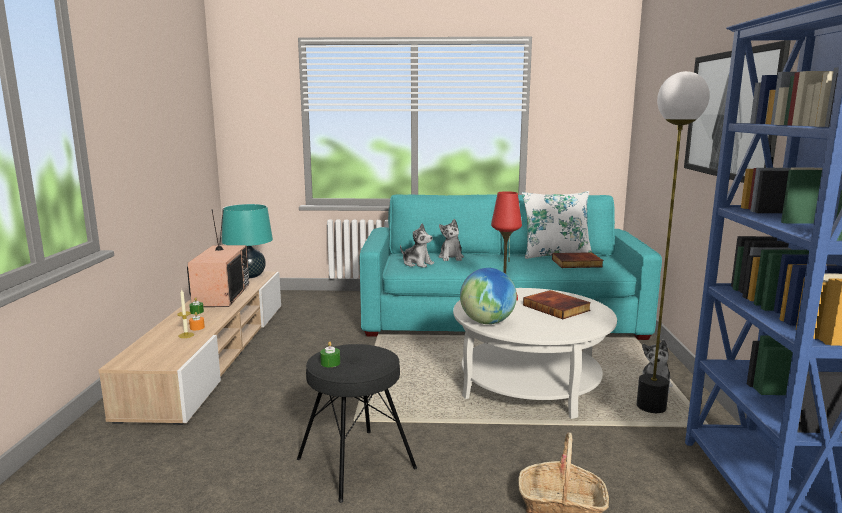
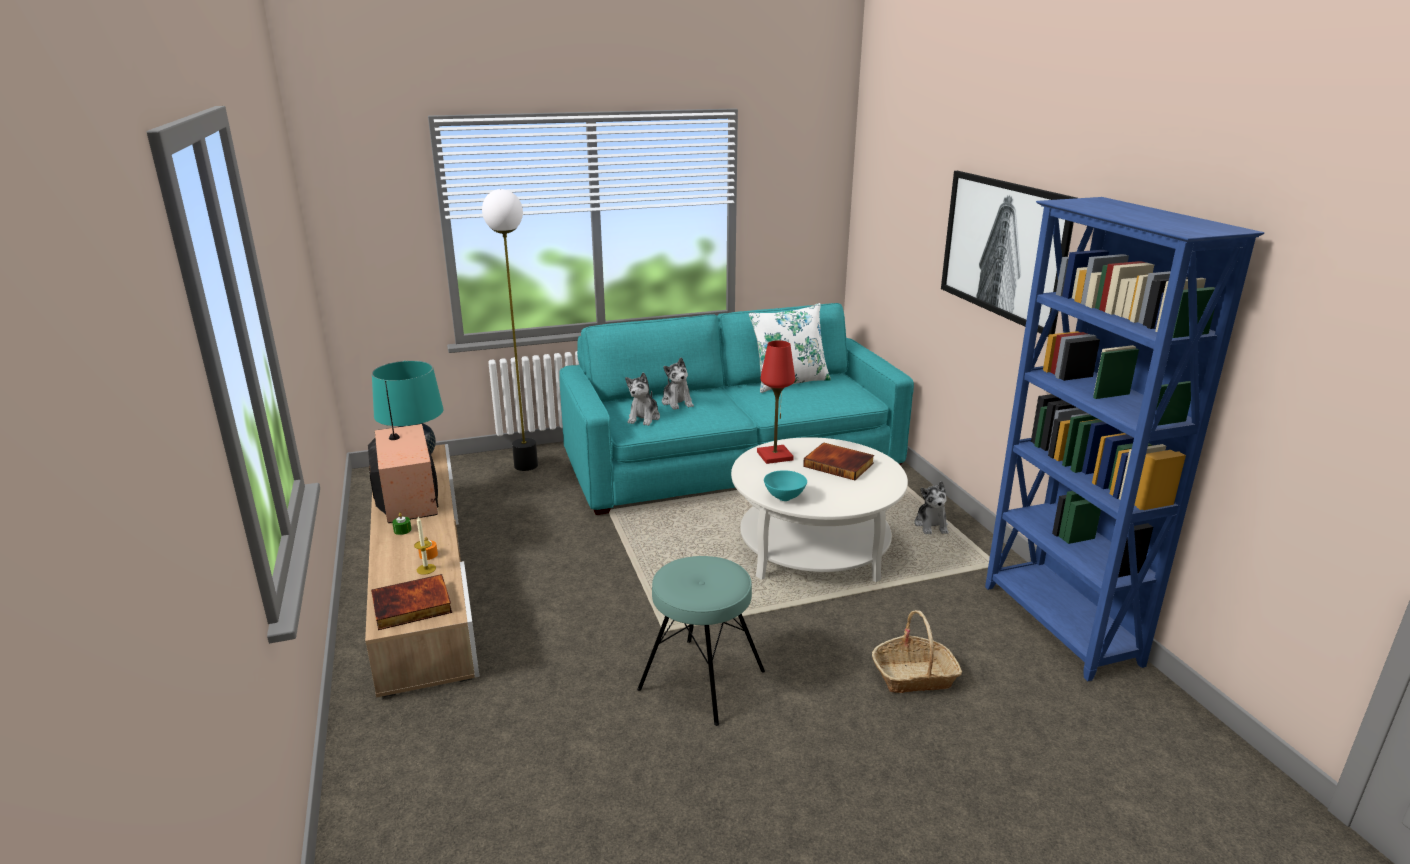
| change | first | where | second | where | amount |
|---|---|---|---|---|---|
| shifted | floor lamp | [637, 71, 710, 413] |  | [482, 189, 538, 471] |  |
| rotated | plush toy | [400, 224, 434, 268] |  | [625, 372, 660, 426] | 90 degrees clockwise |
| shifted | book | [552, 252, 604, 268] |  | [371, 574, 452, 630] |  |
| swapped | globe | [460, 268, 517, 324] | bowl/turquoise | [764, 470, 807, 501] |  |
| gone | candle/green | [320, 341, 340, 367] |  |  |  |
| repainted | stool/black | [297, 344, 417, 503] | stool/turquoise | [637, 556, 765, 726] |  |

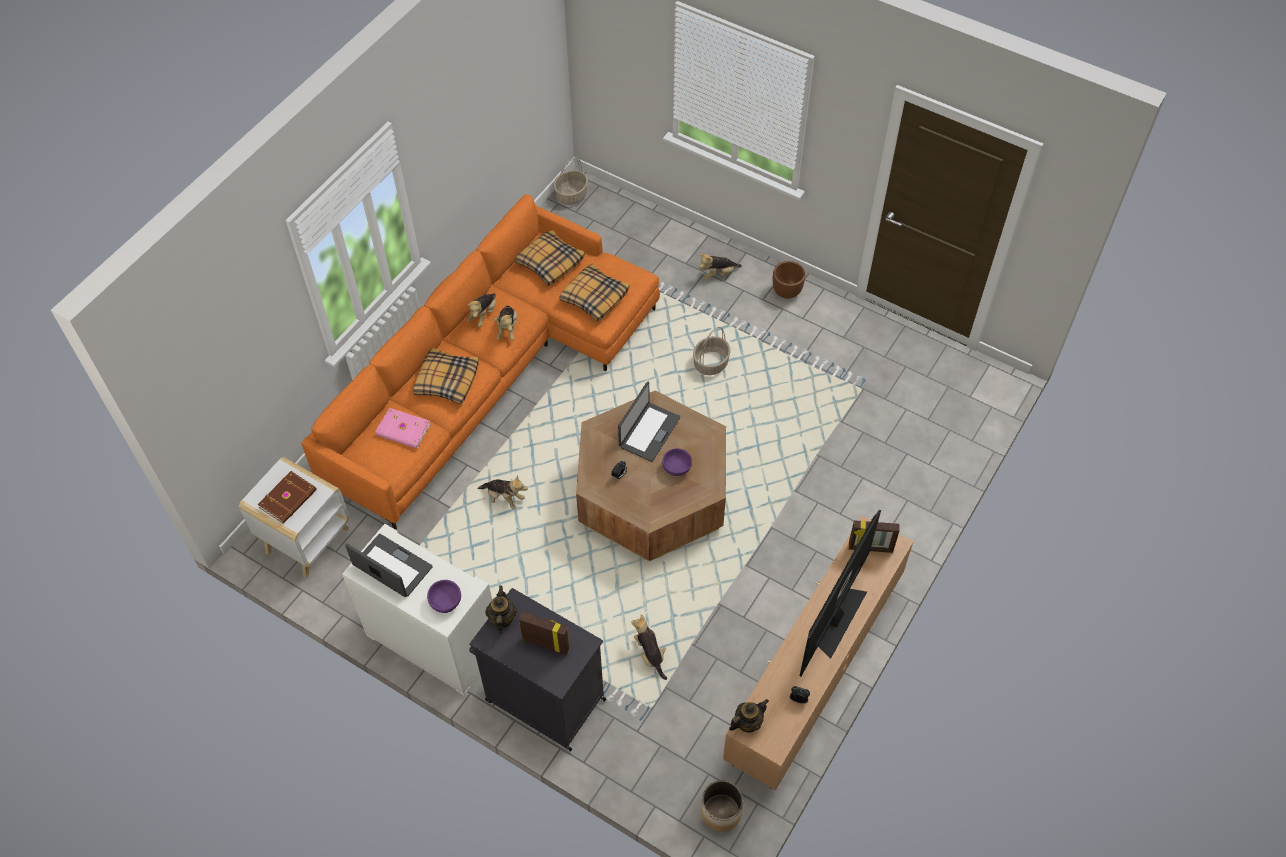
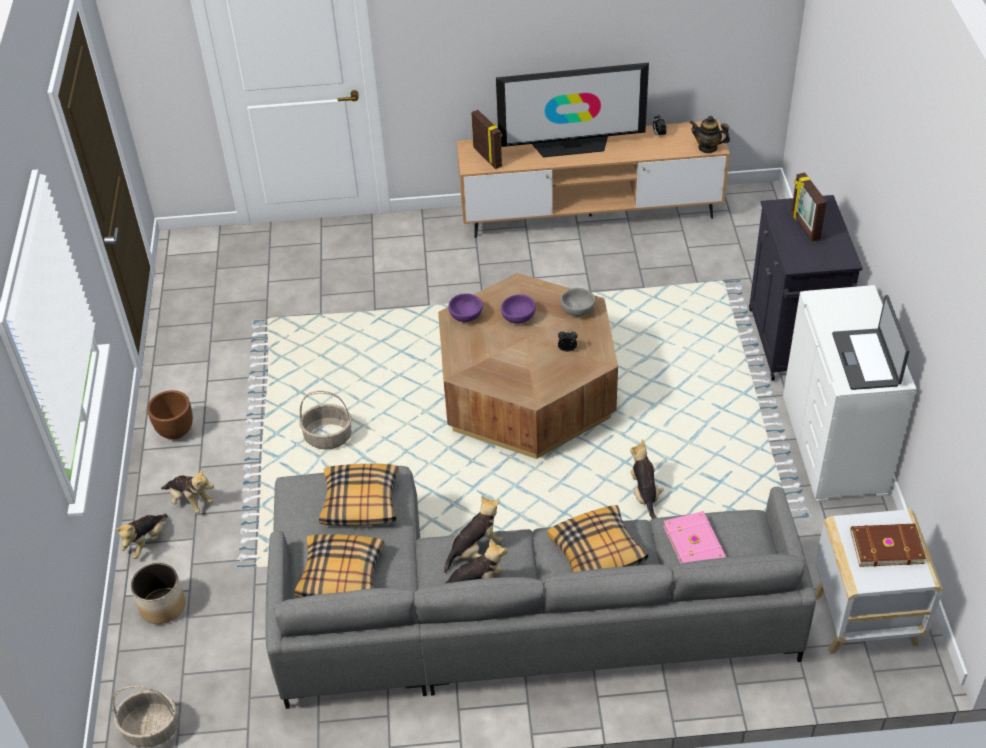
| change | first | where | second | where | amount |
|---|---|---|---|---|---|
| repainted | sofa/orange | [301, 194, 660, 530] | sofa/grey | [265, 466, 816, 709] |  |
| gone | laptop | [618, 382, 681, 462] |  |  |  |
| shifted | bowl/purple | [427, 580, 461, 613] |  | [448, 293, 483, 322] |  |
| gone | teapot | [485, 586, 517, 634] |  |  |  |
| shifted | plush toy | [631, 614, 667, 680] |  | [115, 514, 168, 559] |  |
| shifted | planter | [701, 780, 743, 832] |  | [131, 563, 186, 624] |  |
| new |  |  | bowl/grey | [561, 288, 595, 317] |  |

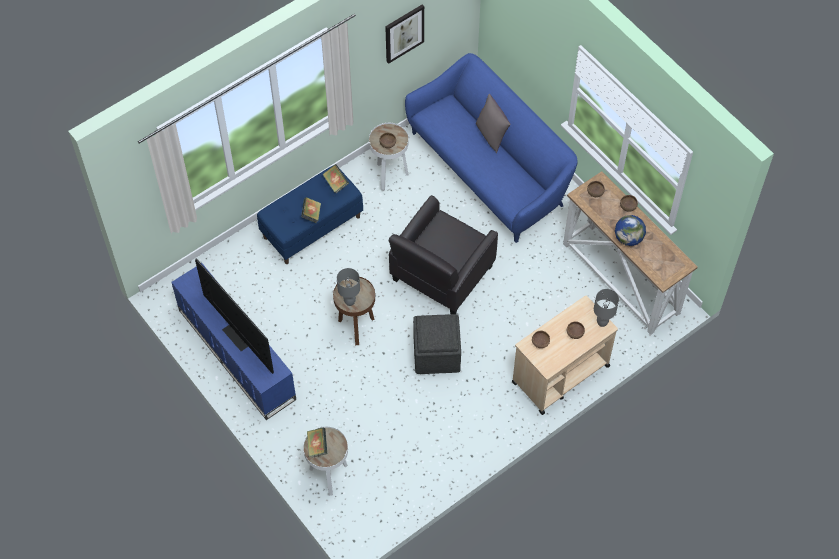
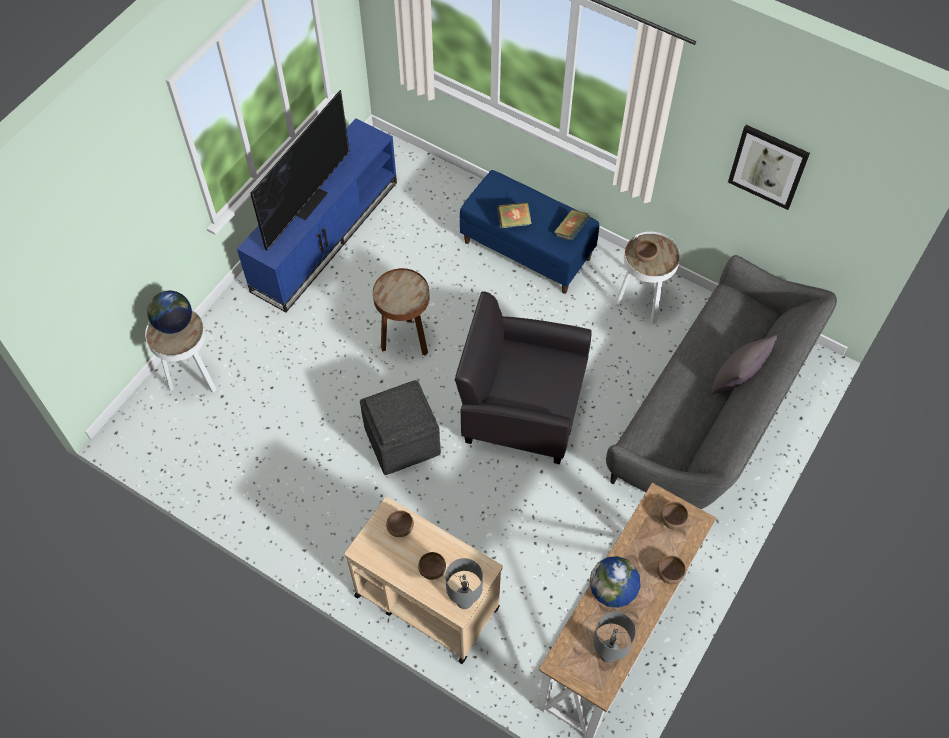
| change | first | where | second | where | amount |
|---|---|---|---|---|---|
| repainted | sofa/blue | [405, 53, 577, 243] | sofa/grey | [606, 255, 837, 509] |  |
| shifted | table lamp/grey | [337, 268, 360, 306] |  | [593, 612, 636, 663] |  |
| swapped | book | [307, 428, 328, 458] | globe | [147, 291, 192, 334] |  |

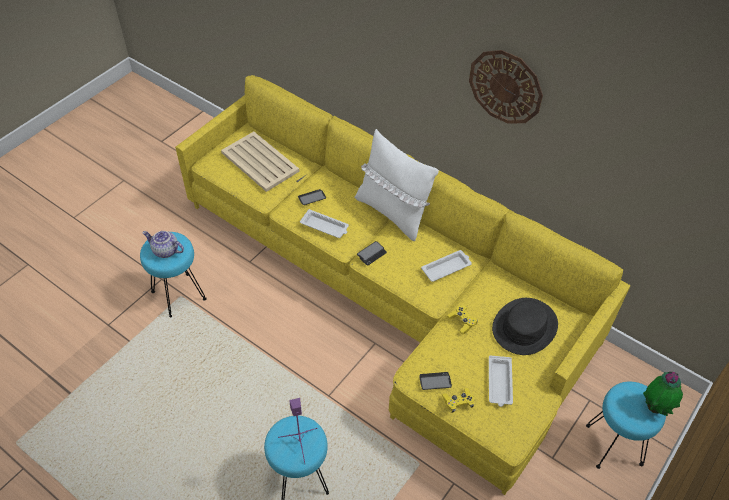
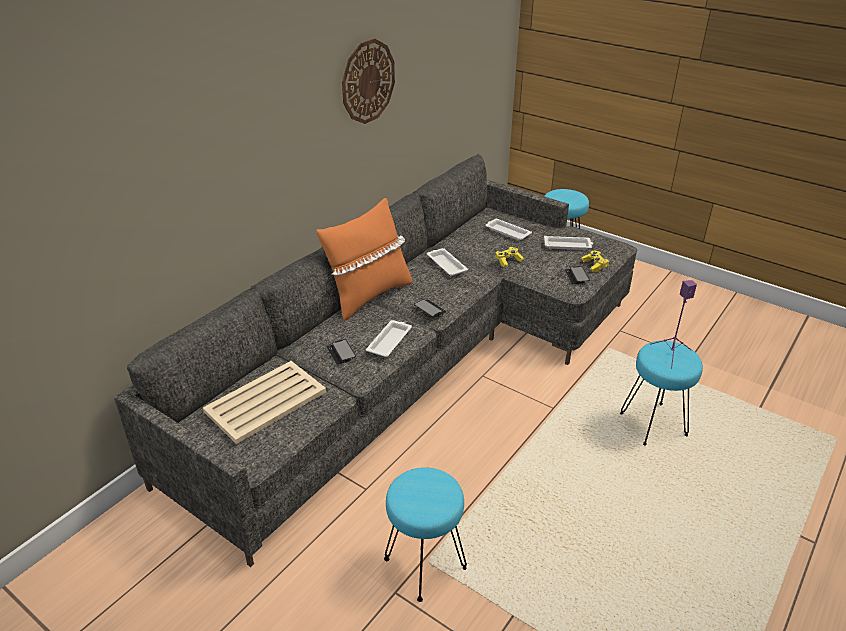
| change | first | where | second | where | amount |
|---|---|---|---|---|---|
| repainted | sofa/yellow | [175, 75, 630, 495] | sofa/grey | [114, 154, 638, 567] |  |
| repainted | pillow/white | [355, 129, 439, 241] | pillow/orange | [317, 198, 412, 321] |  |
| gone | teapot | [142, 231, 184, 258] |  |  |  |
| swapped | hat/black | [492, 298, 558, 355] | tray/white | [485, 219, 532, 240] |  |
| gone | potted plant | [643, 372, 683, 416] |  |  |  |

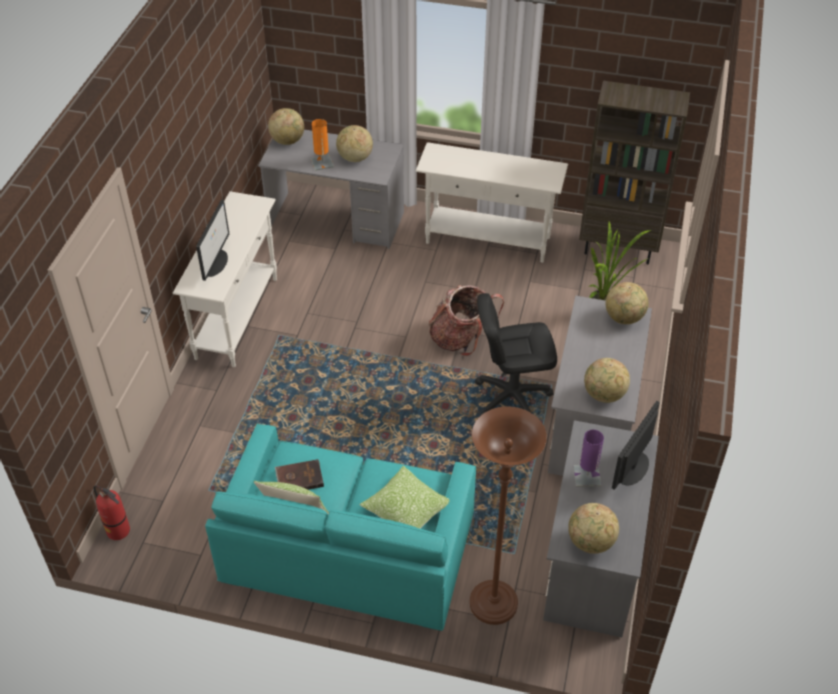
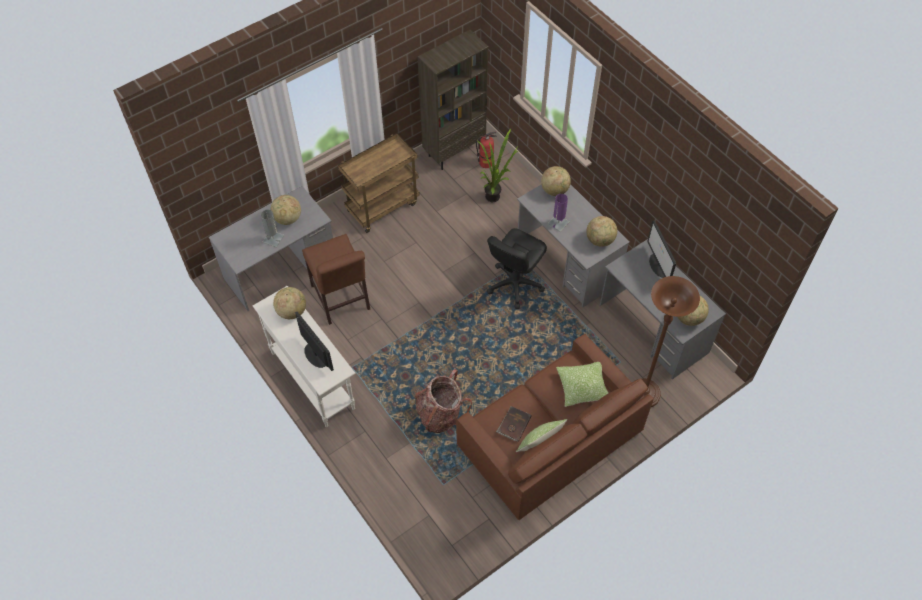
| change | first | where | second | where | amount |
|---|---|---|---|---|---|
| shifted | globe | [268, 108, 304, 145] |  | [273, 287, 306, 319] |  |
| repainted | table lamp/orange | [311, 119, 334, 171] | table lamp/grey | [261, 210, 284, 247] |  |
| swapped | console table/white | [416, 142, 568, 263] | cart/brown | [338, 133, 420, 233] |  |
| shifted | backpack | [429, 285, 504, 356] |  | [415, 369, 472, 433] |  |
| repainted | sofa/turquoise | [205, 423, 476, 631] | sofa/brown | [456, 334, 654, 520] |  |
| shifted | table lamp/purple | [573, 430, 604, 487] |  | [548, 194, 570, 232] |  |
| shifted | fire extinguisher | [93, 485, 130, 540] |  | [476, 132, 497, 168] |  |
| new |  |  | chair/brown | [302, 234, 370, 325] |  |

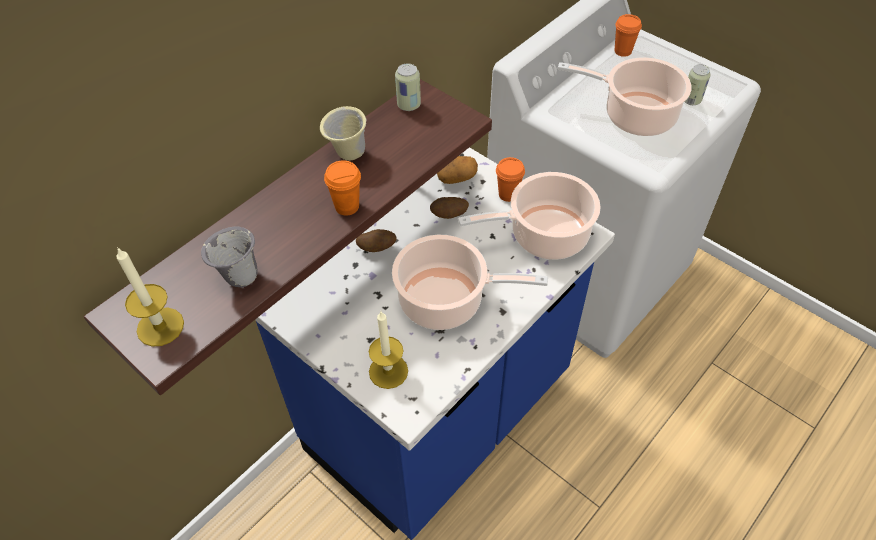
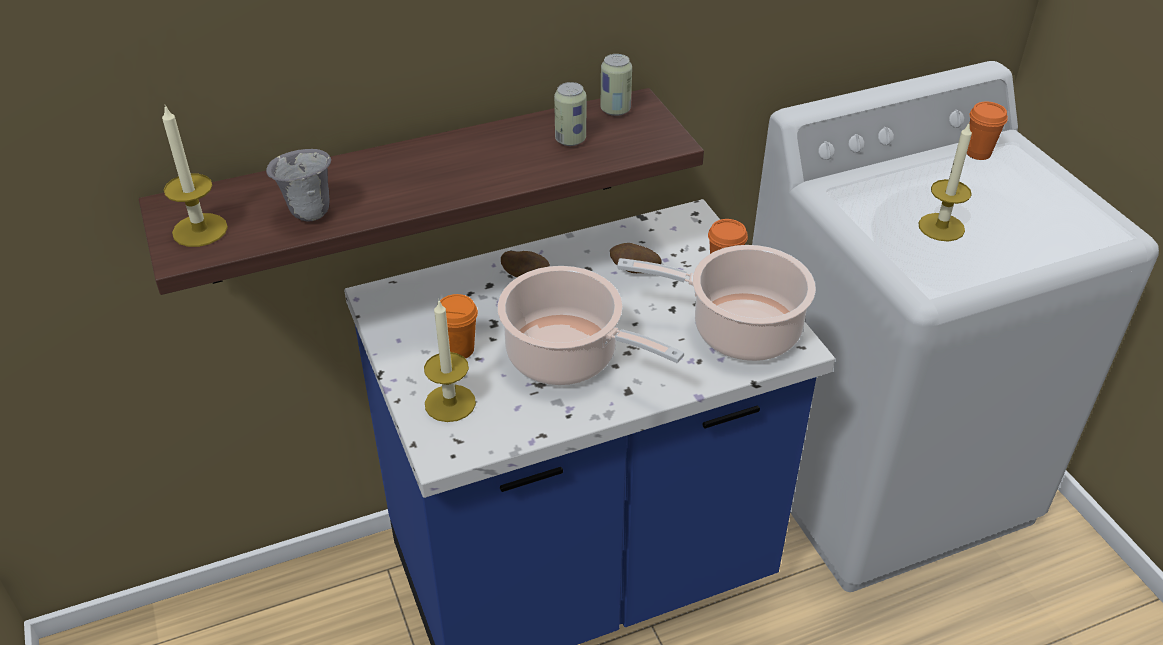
| change | first | where | second | where | amount |
|---|---|---|---|---|---|
| swapped | cooking pot | [558, 57, 692, 136] | candle | [918, 122, 972, 241] |  |
| shifted | can | [685, 64, 710, 105] |  | [554, 82, 586, 146] |  |
| gone | mug/beige | [320, 106, 367, 161] |  |  |  |
| gone | potato | [437, 156, 478, 184] |  |  |  |
| shifted | cup/orange | [324, 160, 361, 216] |  | [440, 294, 478, 358] |  |

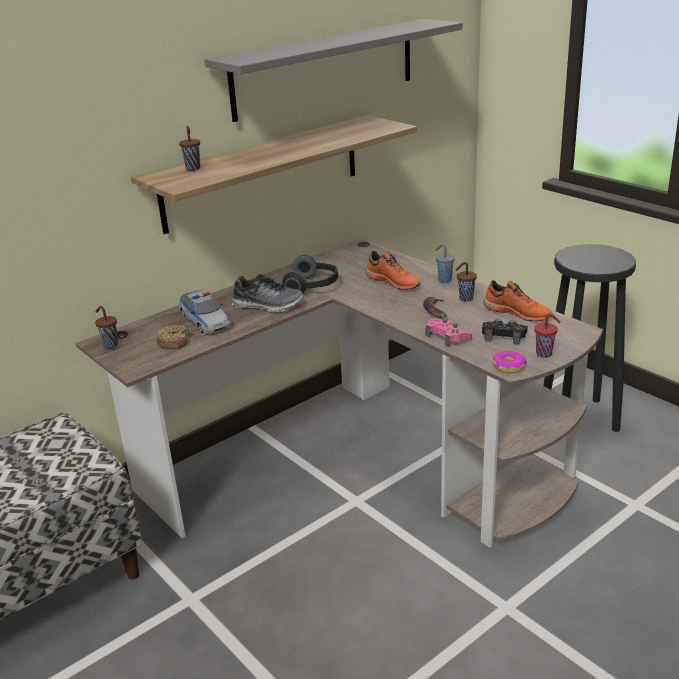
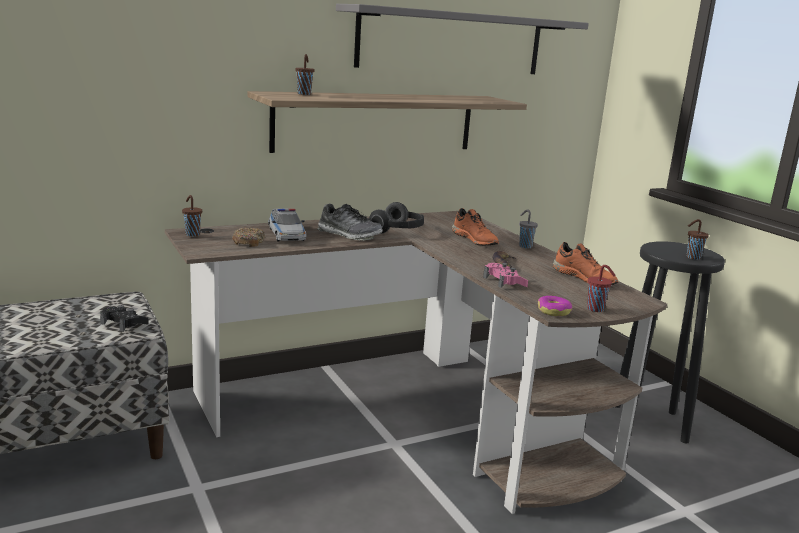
| change | first | where | second | where | amount |
|---|---|---|---|---|---|
| shifted | cup/brown | [455, 262, 477, 302] |  | [687, 219, 709, 260] |  |
| shifted | game controller/black | [482, 319, 528, 344] |  | [100, 305, 149, 332] |  |

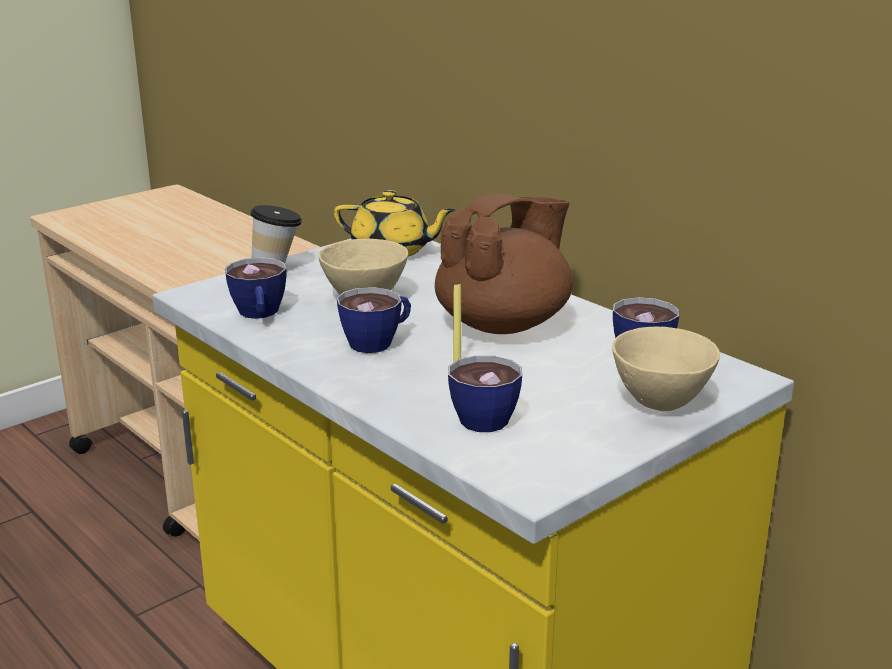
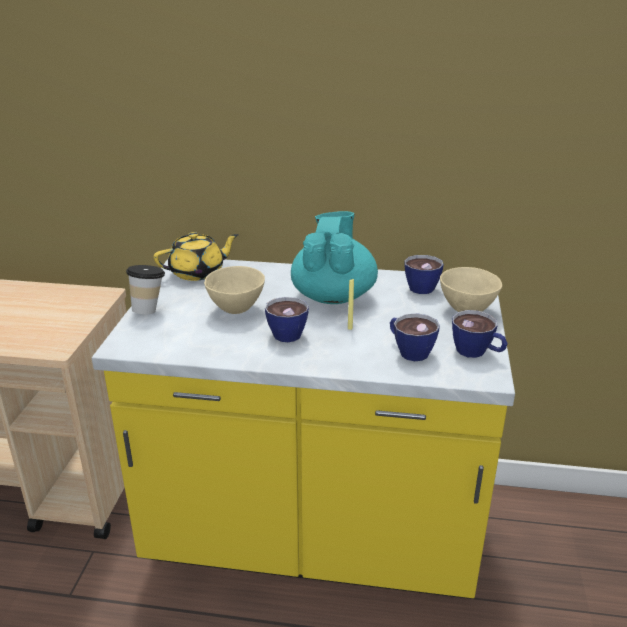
| change | first | where | second | where | amount |
|---|---|---|---|---|---|
| repainted | teapot/brown | [435, 194, 573, 334] | teapot/turquoise | [291, 211, 378, 304] |  |
| shifted | cup | [225, 257, 286, 319] |  | [452, 310, 508, 358] |  |

